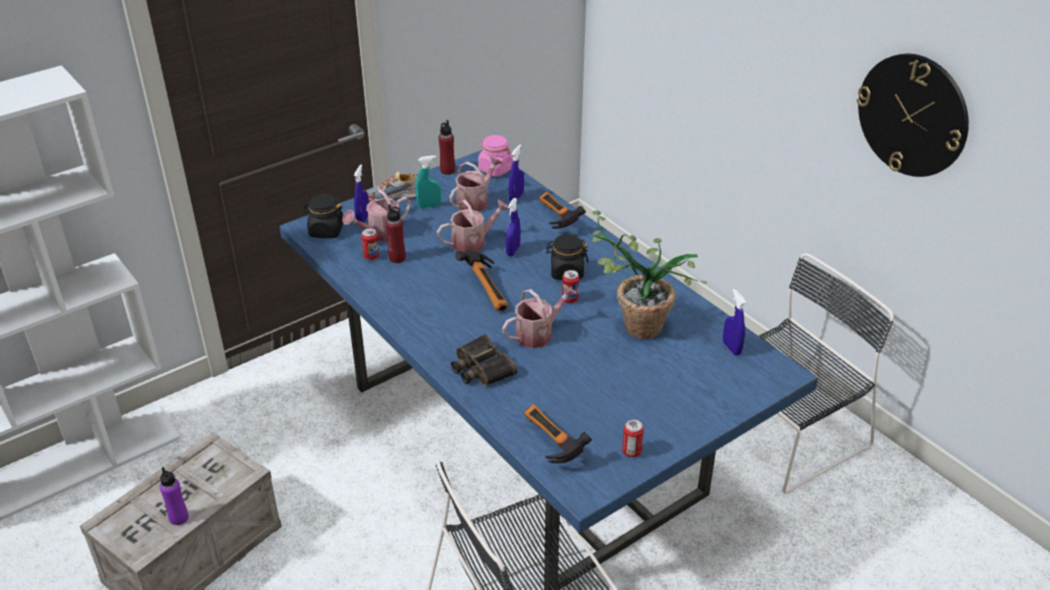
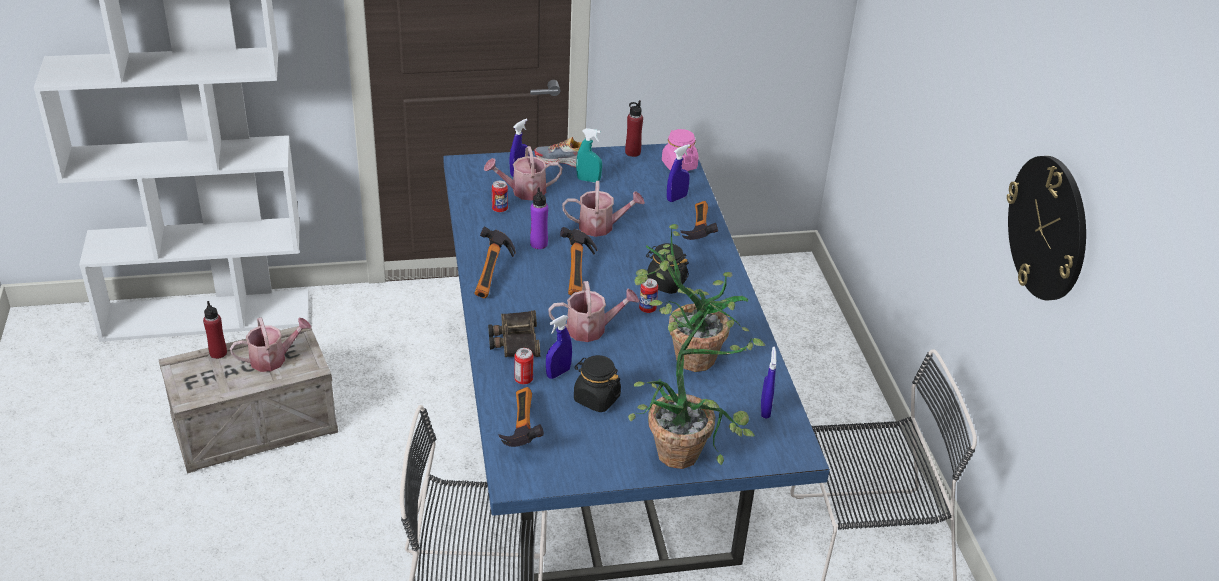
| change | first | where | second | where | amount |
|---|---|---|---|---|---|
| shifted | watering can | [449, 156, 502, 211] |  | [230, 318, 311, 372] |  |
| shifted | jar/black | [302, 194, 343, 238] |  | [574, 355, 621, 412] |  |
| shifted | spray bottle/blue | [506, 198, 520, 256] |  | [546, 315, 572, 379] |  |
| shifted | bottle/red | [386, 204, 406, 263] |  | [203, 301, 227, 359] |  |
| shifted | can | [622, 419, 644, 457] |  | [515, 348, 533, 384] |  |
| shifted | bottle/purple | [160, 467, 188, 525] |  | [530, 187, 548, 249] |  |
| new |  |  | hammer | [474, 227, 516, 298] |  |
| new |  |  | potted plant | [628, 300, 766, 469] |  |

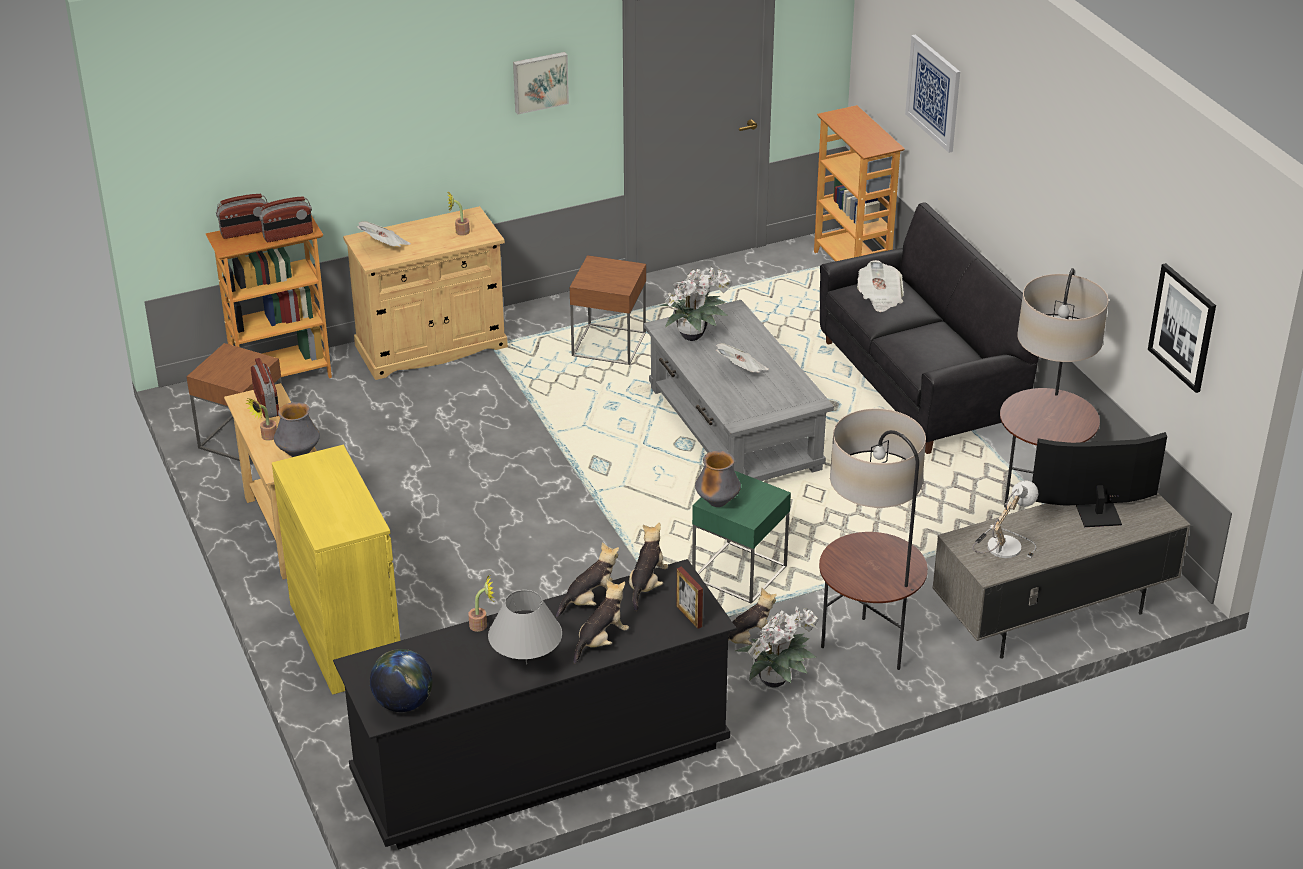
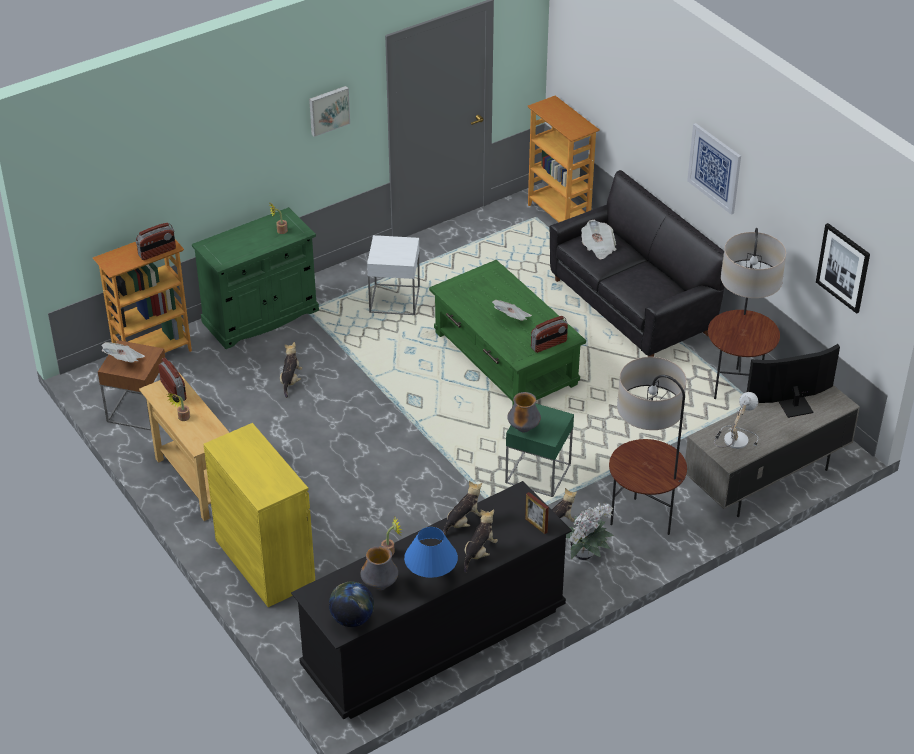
| change | first | where | second | where | amount |
|---|---|---|---|---|---|
| shifted | picture | [905, 35, 960, 153] |  | [687, 123, 741, 215] |  |
| shifted | radio | [216, 194, 268, 239] |  | [531, 316, 568, 353] |  |
| repainted | cabinet/beige | [343, 206, 508, 380] | cabinet/green | [192, 207, 319, 349] |  |
| shifted | newspaper | [357, 221, 411, 247] |  | [102, 342, 145, 363] |  |
| repainted | side table/brown | [570, 255, 646, 365] | side table/white | [367, 235, 420, 315] |  |
| gone | potted plant | [660, 267, 733, 341] |  |  |  |
| repainted | coffee table/grey | [644, 300, 834, 481] | coffee table/green | [429, 260, 586, 406] |  |
| shifted | vase | [274, 402, 320, 457] |  | [361, 546, 398, 590] |  |
| shifted | plush toy | [629, 522, 668, 611] |  | [280, 342, 302, 398] |  |
| repainted | table lamp/grey | [488, 590, 562, 665] | table lamp/blue | [404, 527, 458, 578] |  |

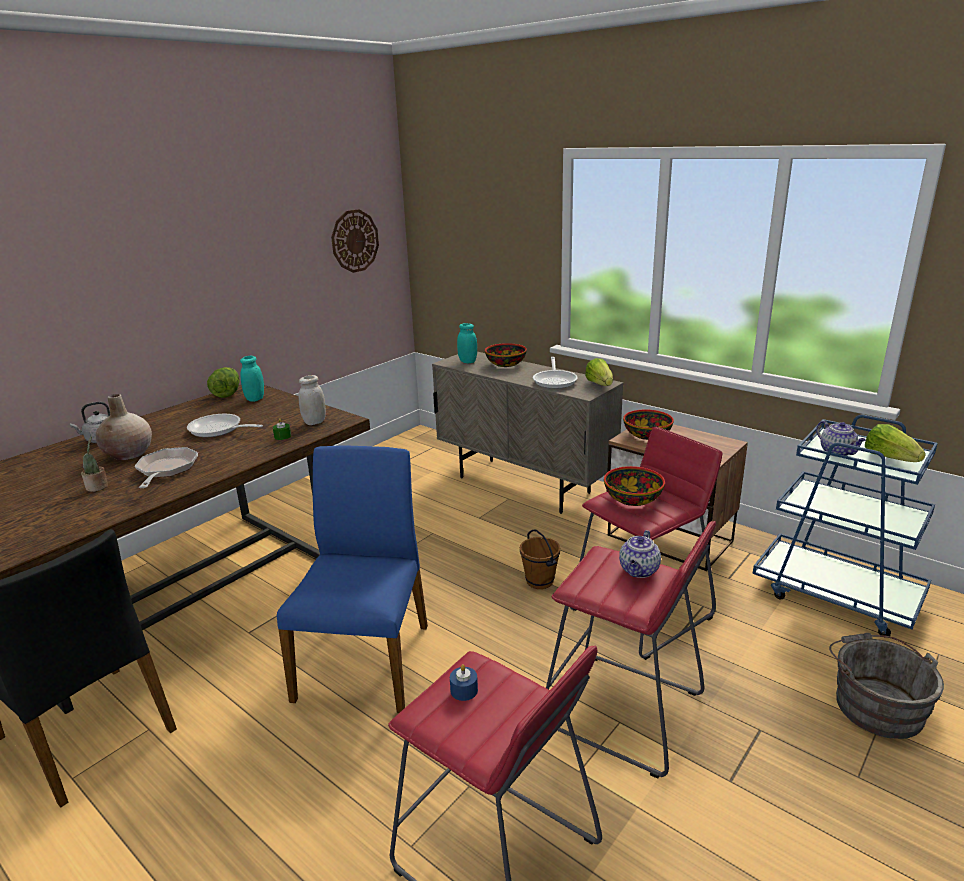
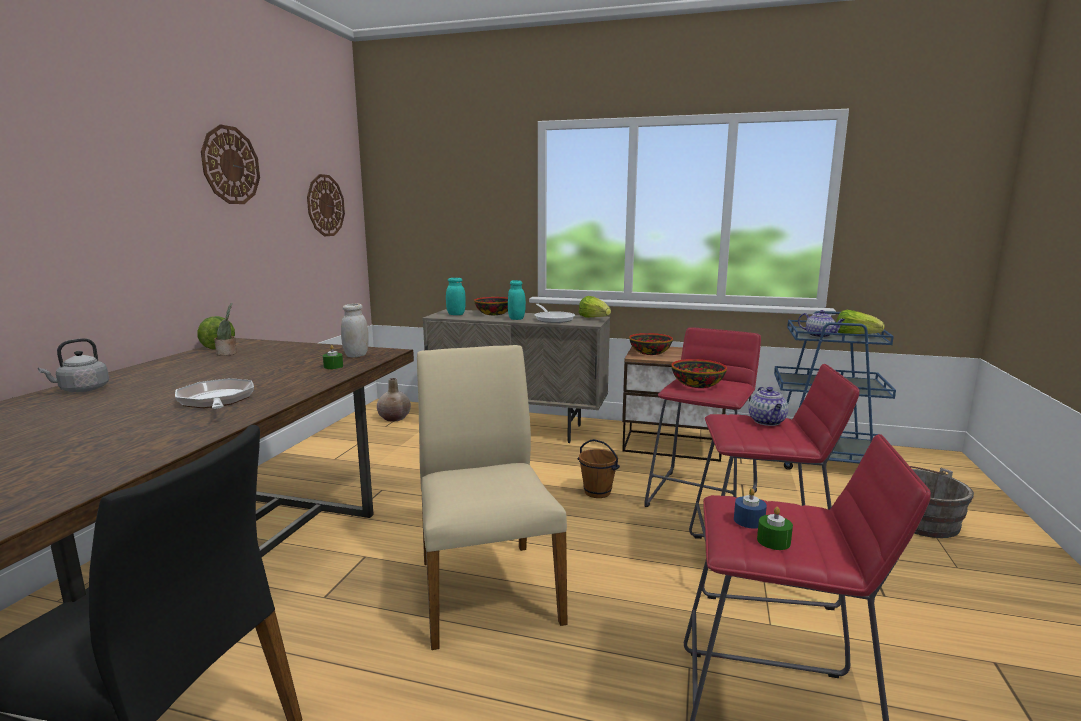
| change | first | where | second | where | amount |
|---|---|---|---|---|---|
| shifted | jar/turquoise | [240, 356, 264, 402] |  | [508, 280, 526, 320] |  |
| shifted | vase/beige | [96, 394, 152, 460] |  | [377, 378, 411, 422] |  |
| gone | frying pan | [187, 414, 263, 437] |  |  |  |
| shifted | potted plant | [81, 437, 108, 492] |  | [214, 303, 237, 356] |  |
| repainted | chair/blue | [277, 446, 428, 713] | chair/beige | [417, 345, 568, 650] |  |
| new |  |  | wall clock | [201, 124, 260, 204] |  |
| new |  |  | candle/green | [757, 507, 793, 550] |  |

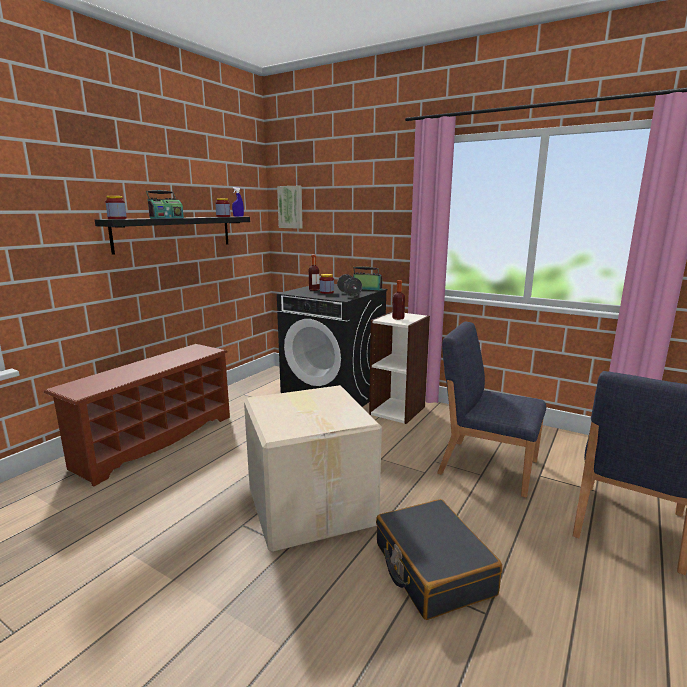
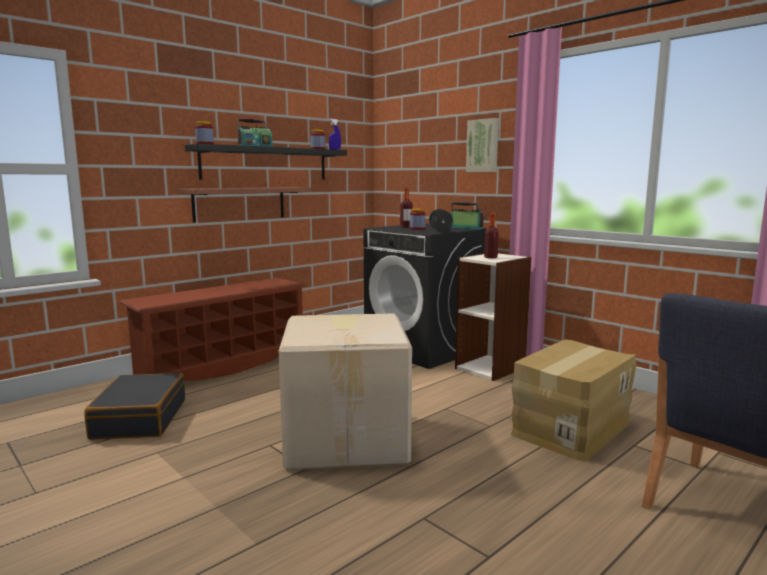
| change | first | where | second | where | amount |
|---|---|---|---|---|---|
| shifted | picture | [277, 186, 303, 229] |  | [466, 118, 499, 172] |  |
| swapped | chair/blue | [437, 322, 546, 498] | cardboard box | [511, 340, 636, 462] |  |
| shifted | suitcase/black | [376, 499, 502, 620] |  | [85, 373, 185, 440] |  |
| new |  |  | shelf | [178, 187, 312, 223] |  |

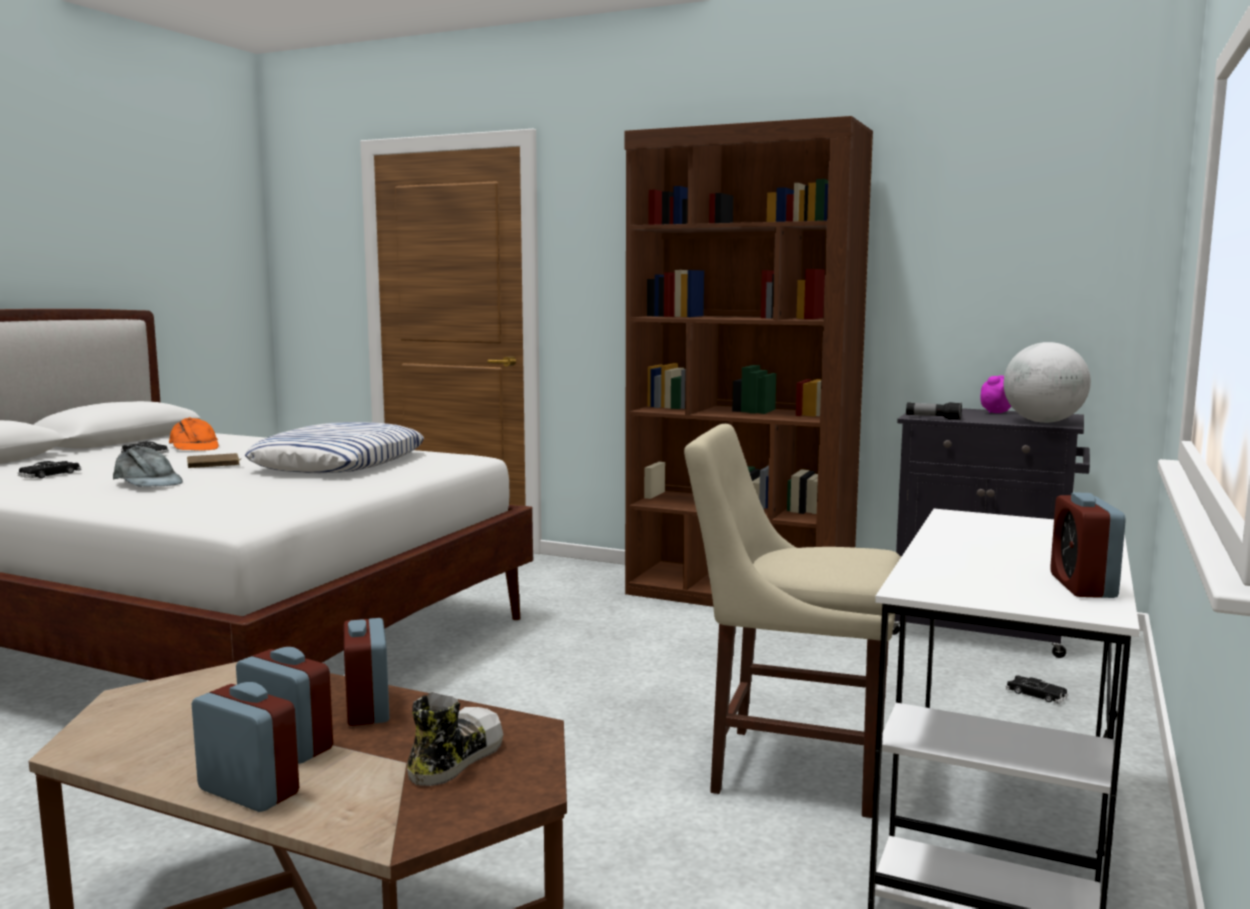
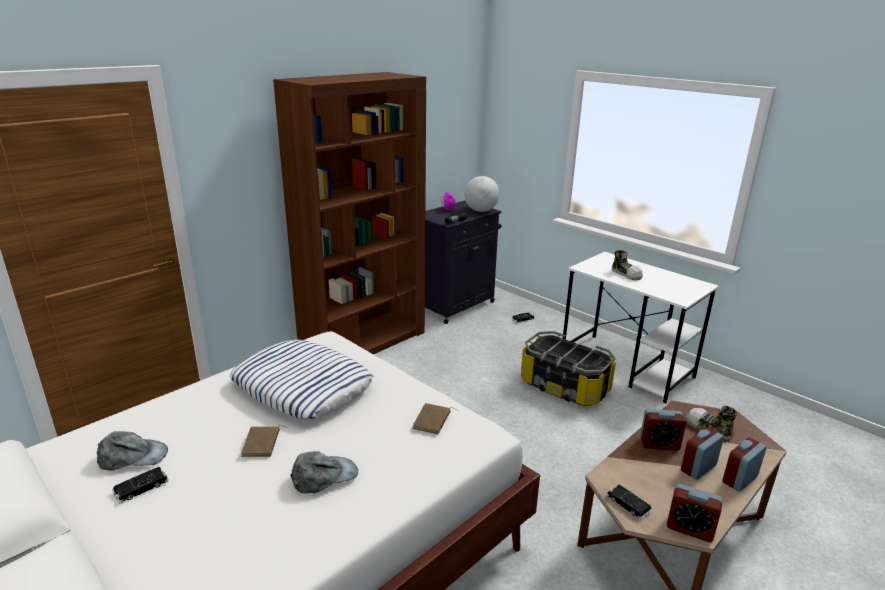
| change | first | where | second | where | amount |
|---|---|---|---|---|---|
| repainted | cap/orange | [169, 417, 219, 451] | cap/grey | [97, 431, 168, 471] |  |
| swapped | chair/beige | [684, 424, 901, 818] | storage box | [521, 331, 616, 406] |  |
| shifted | toy car/black | [18, 461, 81, 478] |  | [606, 484, 652, 520] |  |
| shifted | alarm clock | [1050, 492, 1126, 598] |  | [667, 484, 723, 542] |  |
| new |  |  | shoe | [612, 250, 643, 280] |  |
| new |  |  | book/brown | [412, 403, 458, 434] |  |

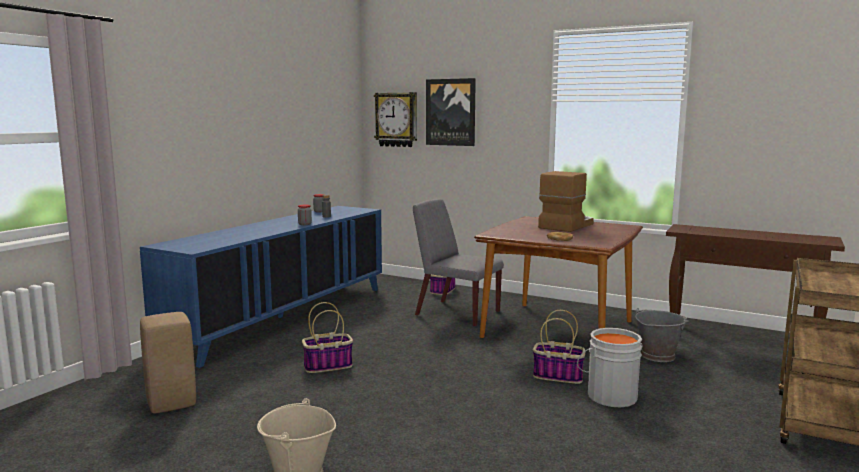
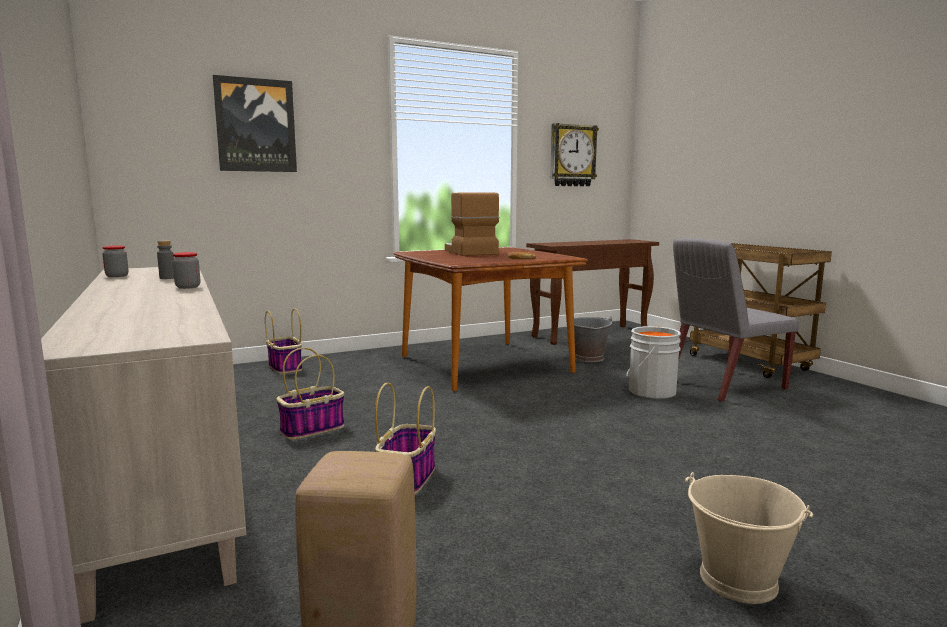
| change | first | where | second | where | amount |
|---|---|---|---|---|---|
| shifted | wall clock | [374, 92, 417, 147] |  | [550, 123, 599, 186] |  |
| shifted | chair/grey | [413, 199, 504, 327] |  | [673, 238, 799, 402] |  |
| repainted | cabinet/blue | [140, 206, 382, 368] | cabinet/beige | [41, 267, 246, 624] |  |
| shifted | basket | [533, 310, 585, 384] |  | [276, 347, 344, 440] |  |

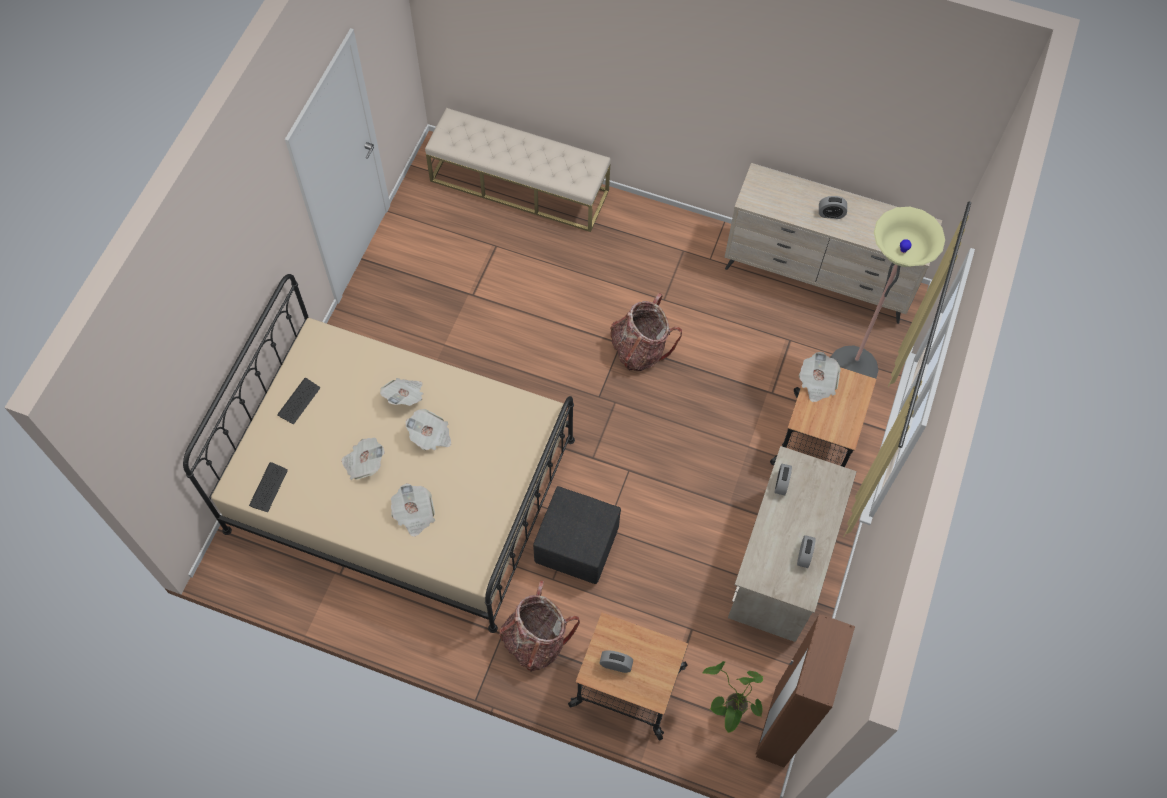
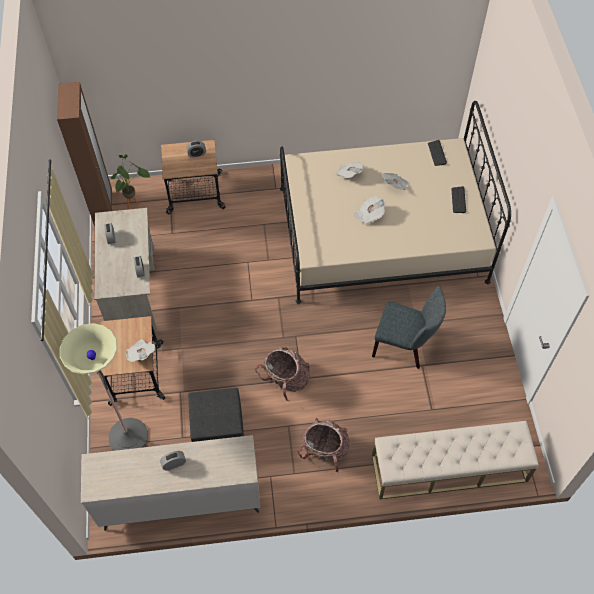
| change | first | where | second | where | amount |
|---|---|---|---|---|---|
| gone | newspaper | [380, 378, 424, 406] |  |  |  |
| shifted | ottoman/black | [533, 486, 621, 584] |  | [188, 388, 244, 442] |  |
| shifted | backpack | [499, 580, 580, 672] |  | [298, 418, 349, 472] |  |
| new |  |  | chair/grey | [372, 286, 446, 369] |  |

